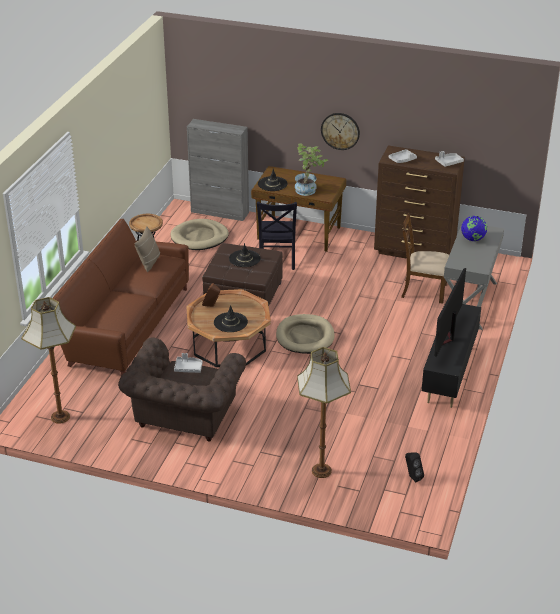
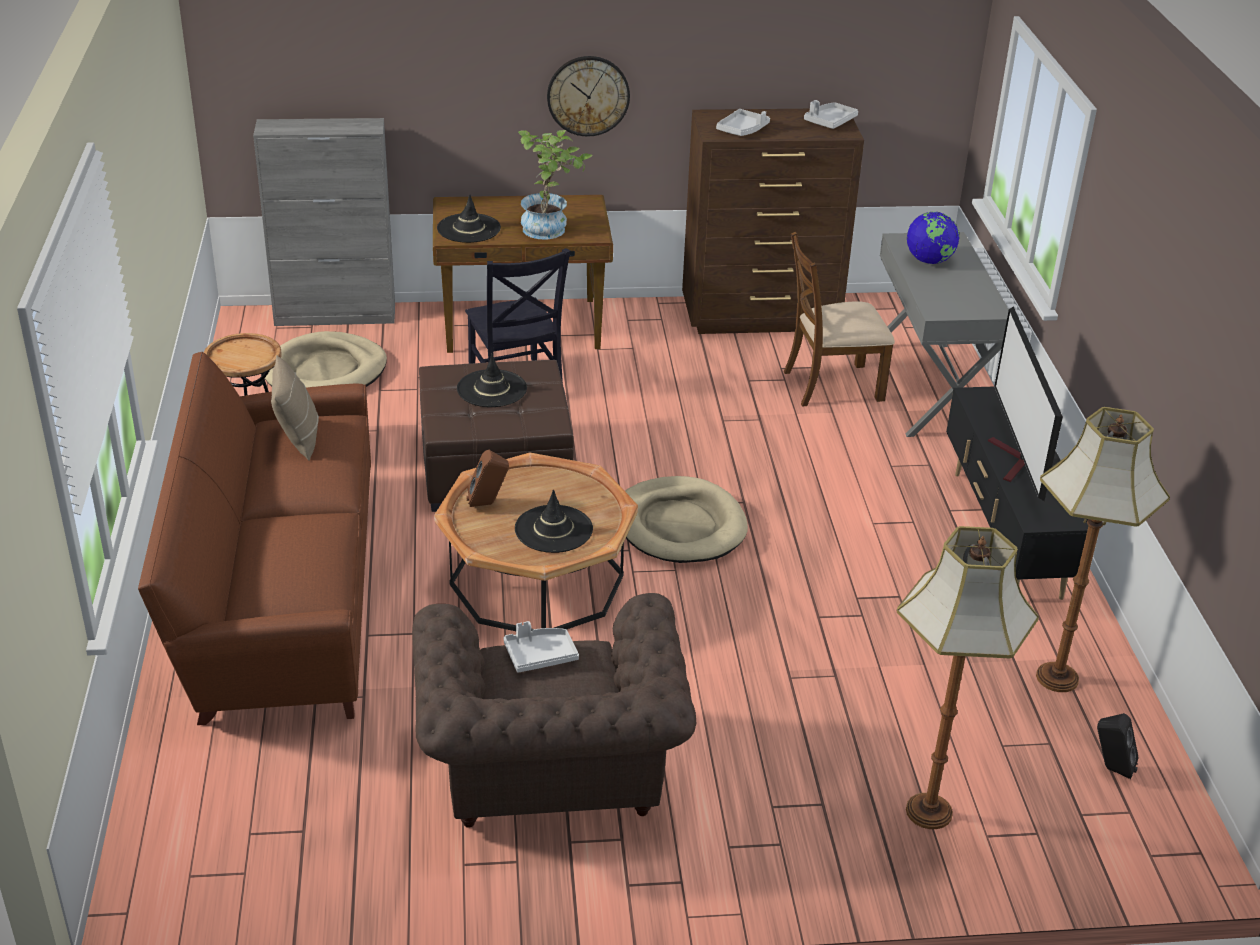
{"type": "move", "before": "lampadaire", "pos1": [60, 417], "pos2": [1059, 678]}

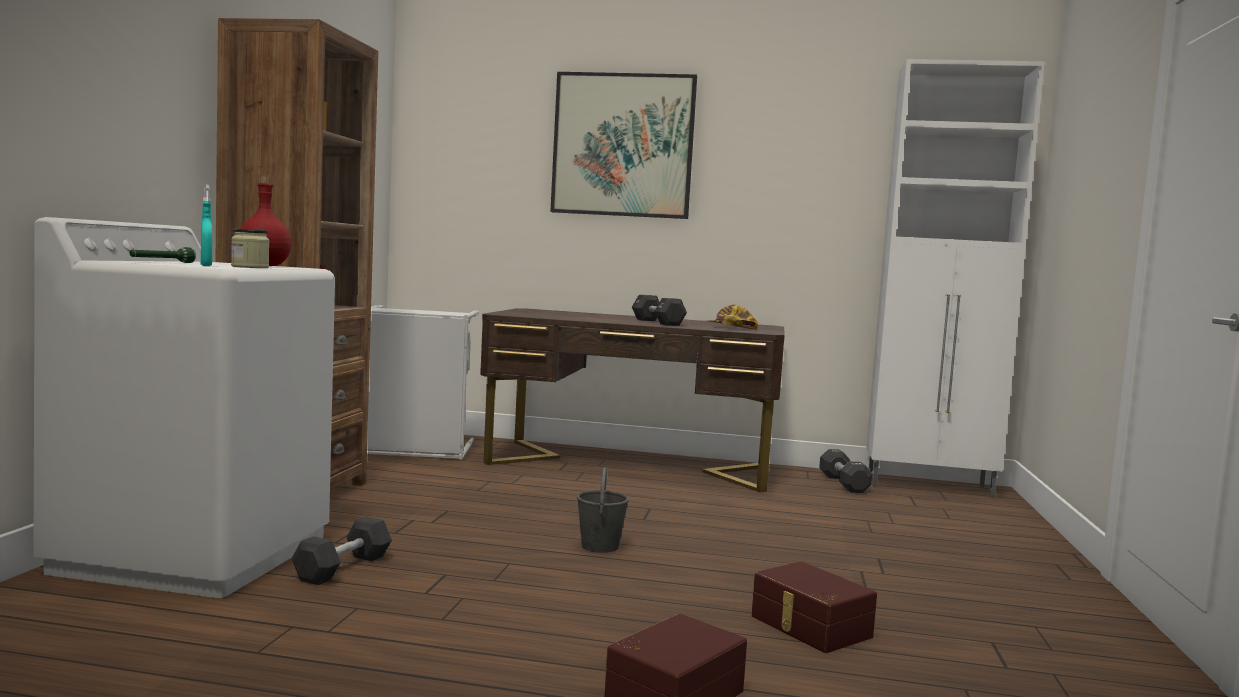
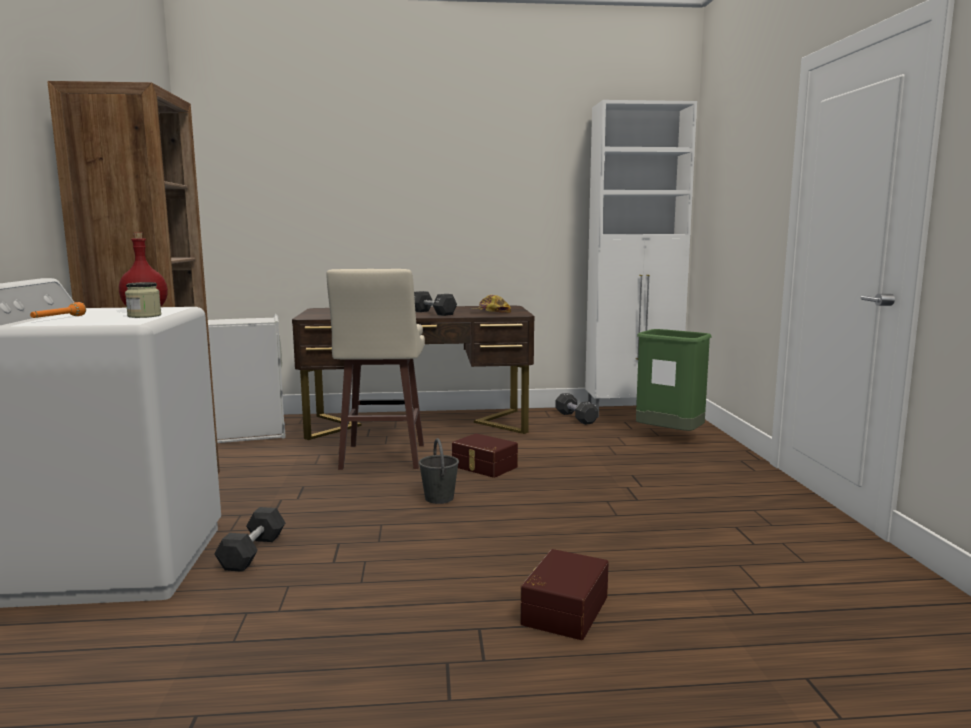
{"type": "delete", "before": "vaporisateur/turquoise", "pos1": [206, 266]}
{"type": "delete", "before": "tableau", "pos1": [623, 145]}
{"type": "insert", "after": "tabouret/beige", "pos2": [381, 458]}
{"type": "insert", "after": "poubelle/vert", "pos2": [669, 437]}
{"type": "move", "before": "boîte de rangement/marron", "pos1": [809, 627], "pos2": [483, 467]}
{"type": "recolor", "before": "lampe de poche/vert", "after": "lampe de poche/orange", "pos1": [162, 262], "pos2": [58, 318]}

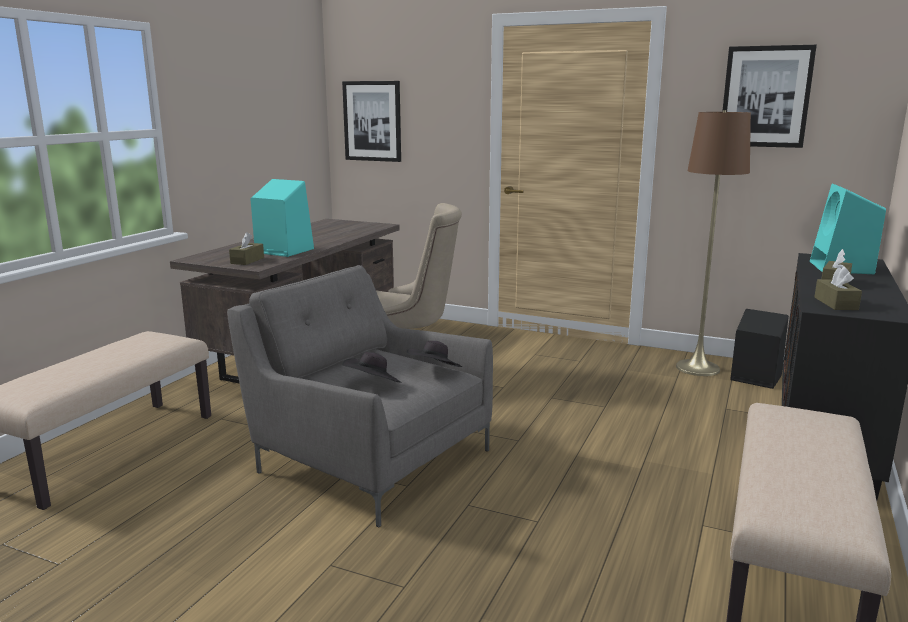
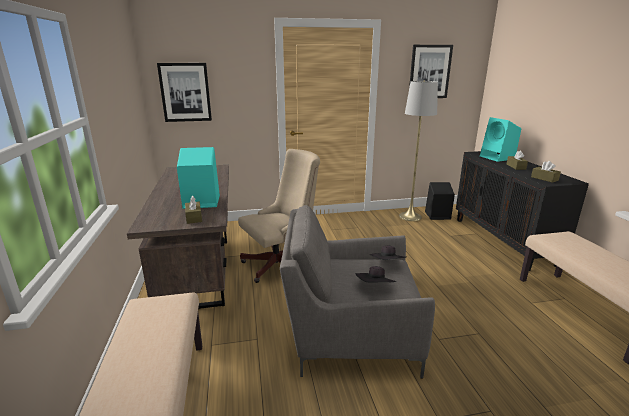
{"type": "recolor", "before": "lampadaire/marron", "after": "lampadaire/gris", "pos1": [697, 368], "pos2": [410, 216]}

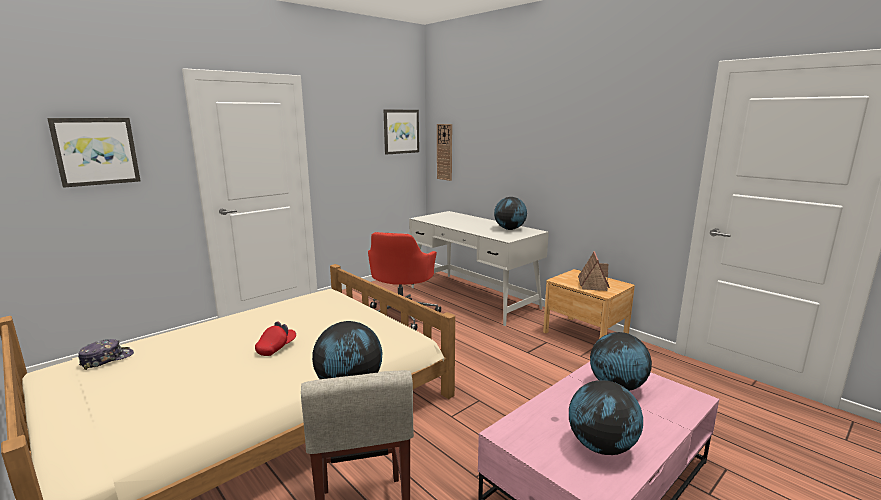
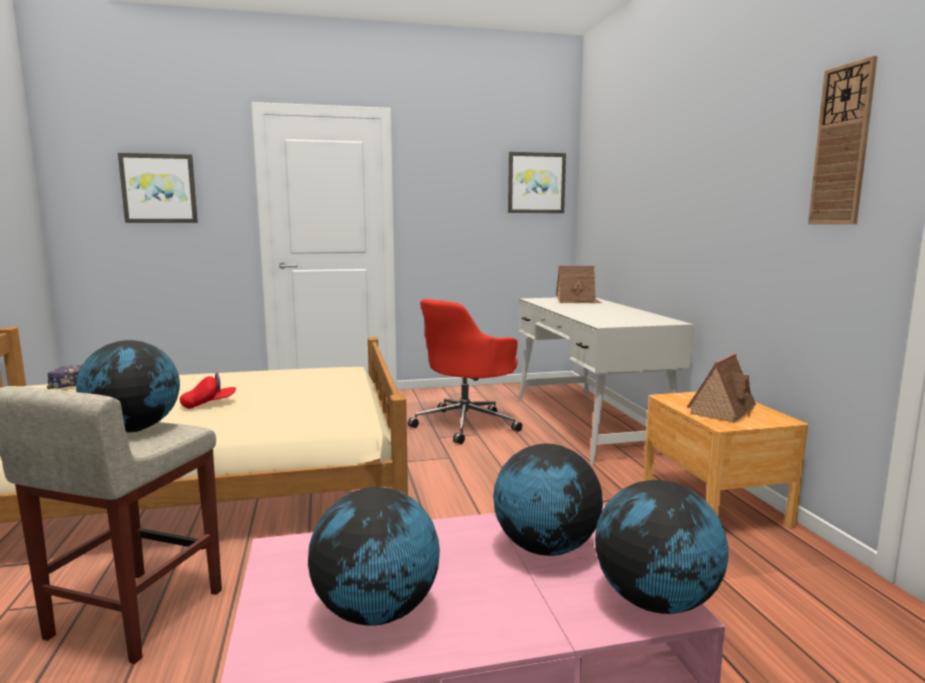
{"type": "insert", "after": "maison miniature", "pos2": [577, 301]}
{"type": "move", "before": "horloge murale", "pos1": [444, 152], "pos2": [842, 145]}
{"type": "move", "before": "globe", "pos1": [510, 229], "pos2": [656, 602]}

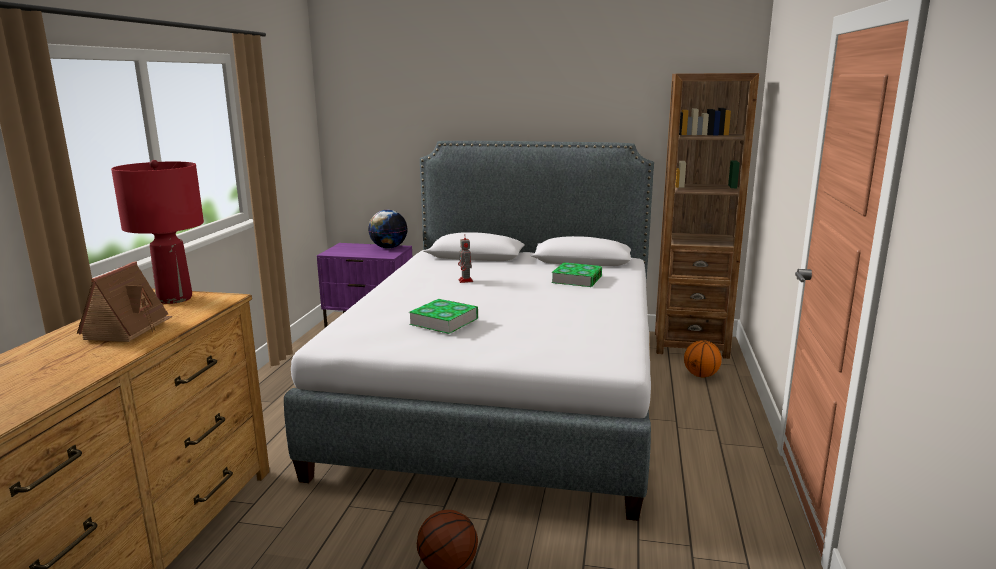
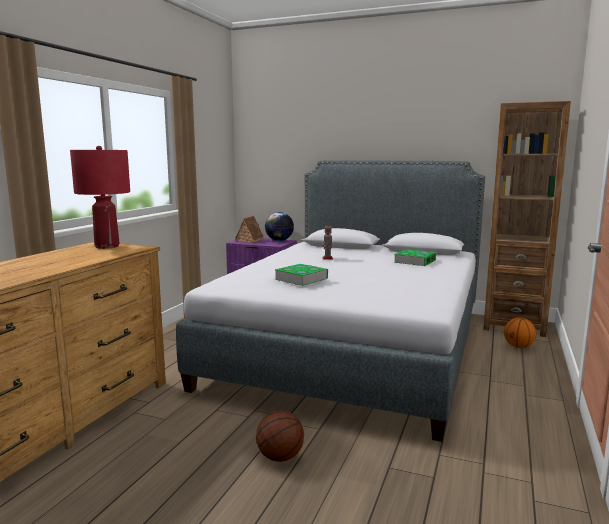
{"type": "move", "before": "maison miniature", "pos1": [128, 328], "pos2": [250, 240]}

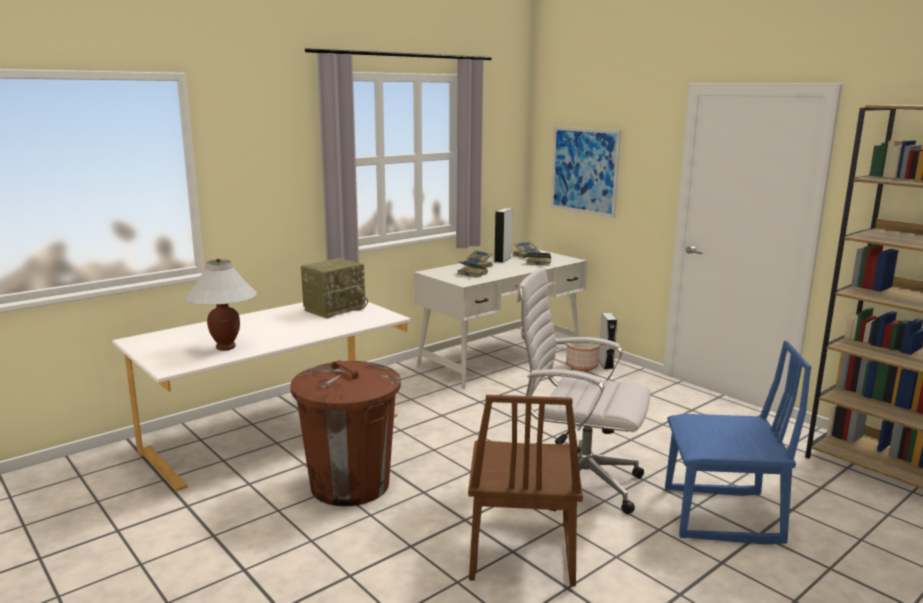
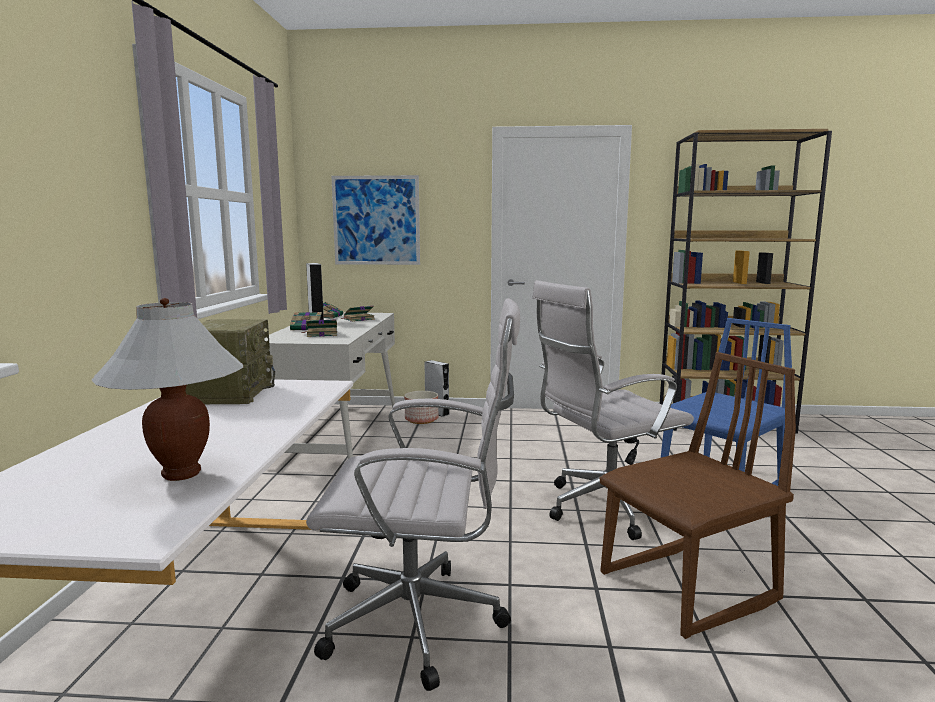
{"type": "replace", "before": "poubelle/marron", "after": "chaise de bureau/blanc", "pos1": [350, 485], "pos2": [422, 623]}
{"type": "rotate", "before": "chaise/marron", "pos1": [520, 551], "pos2": [689, 588], "turn": -75}

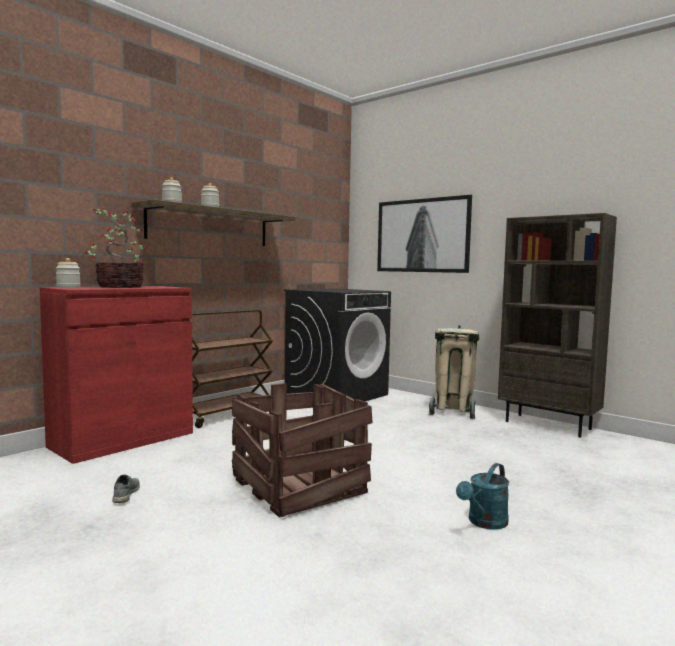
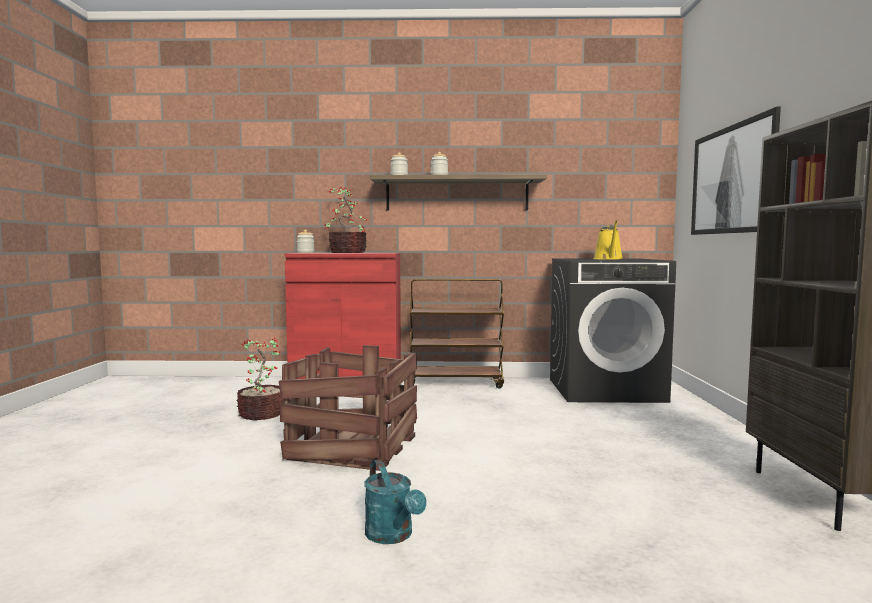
{"type": "delete", "before": "poubelle/beige", "pos1": [453, 411]}
{"type": "insert", "after": "arrosoir/jaune", "pos2": [608, 259]}
{"type": "replace", "before": "chaussure/gris", "after": "plante en pot", "pos1": [125, 495], "pos2": [261, 414]}
{"type": "rotate", "before": "arrosoir/turquoise", "pos1": [484, 523], "pos2": [393, 536], "turn": -120}

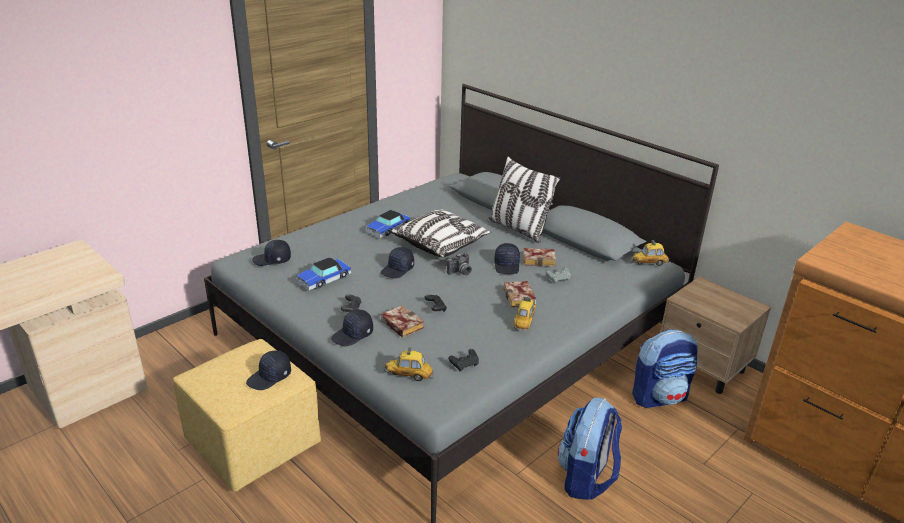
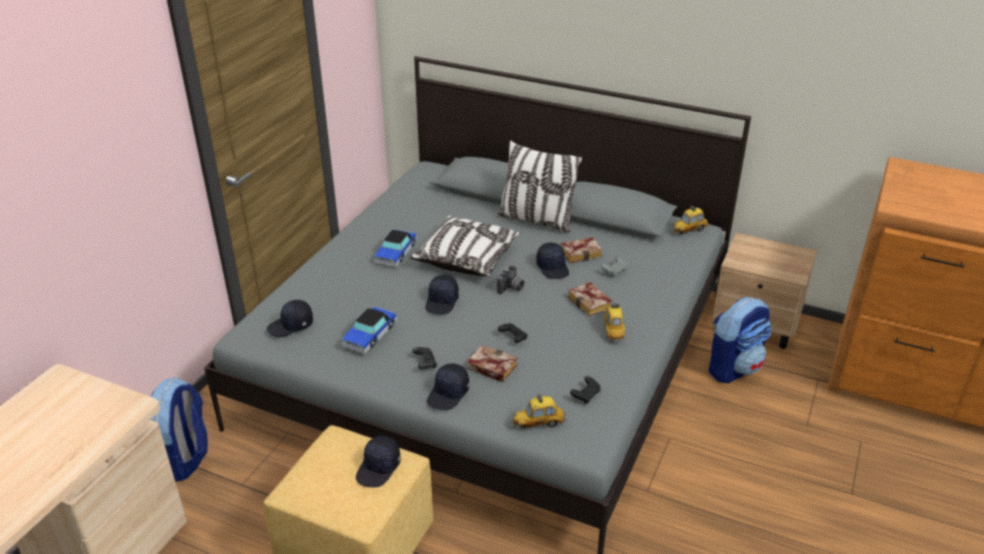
{"type": "move", "before": "sac à dos", "pos1": [586, 478], "pos2": [184, 459]}

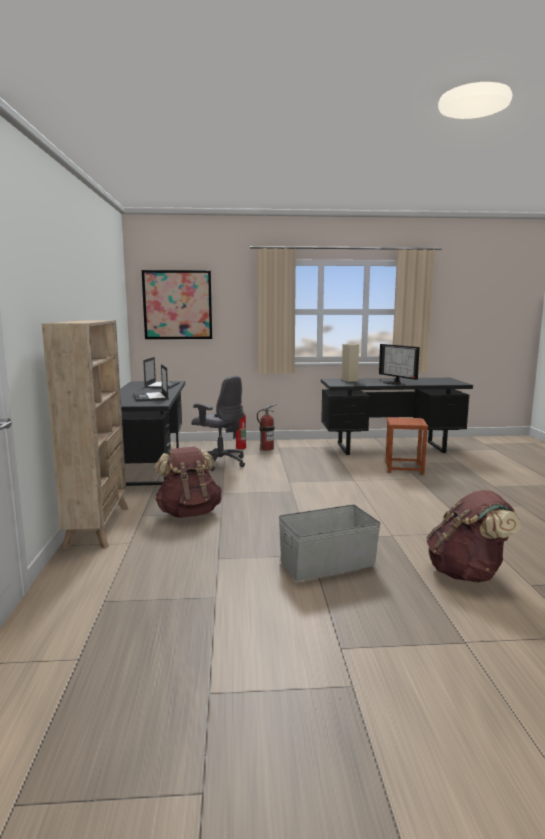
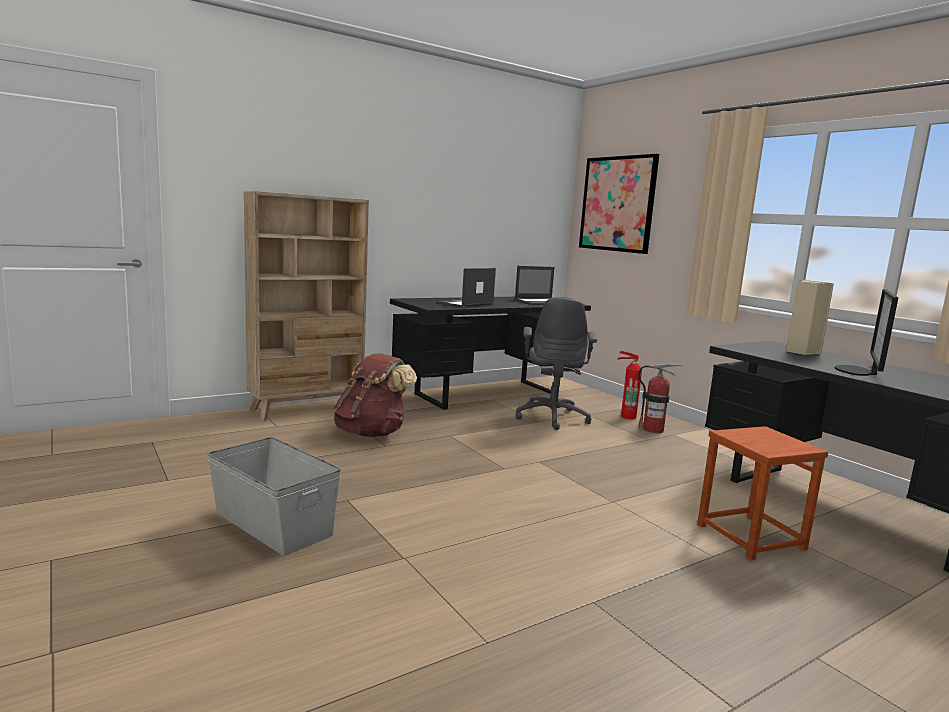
{"type": "delete", "before": "sac à dos/marron", "pos1": [467, 574]}

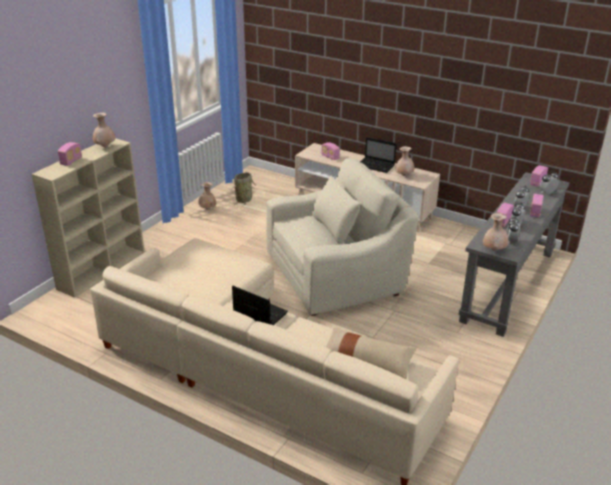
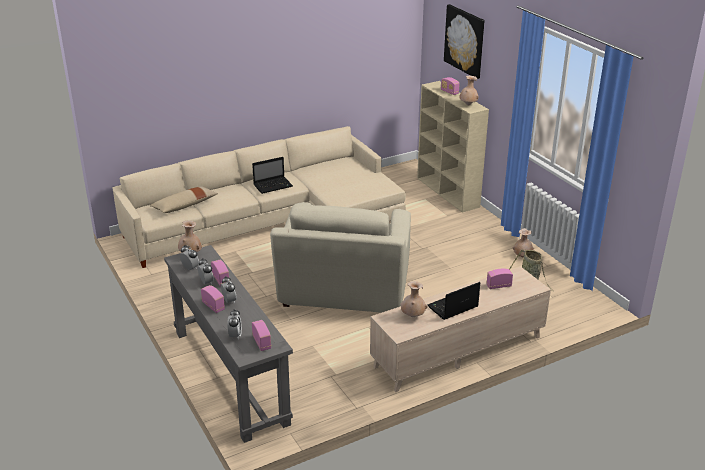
{"type": "insert", "after": "tableau", "pos2": [465, 41]}

